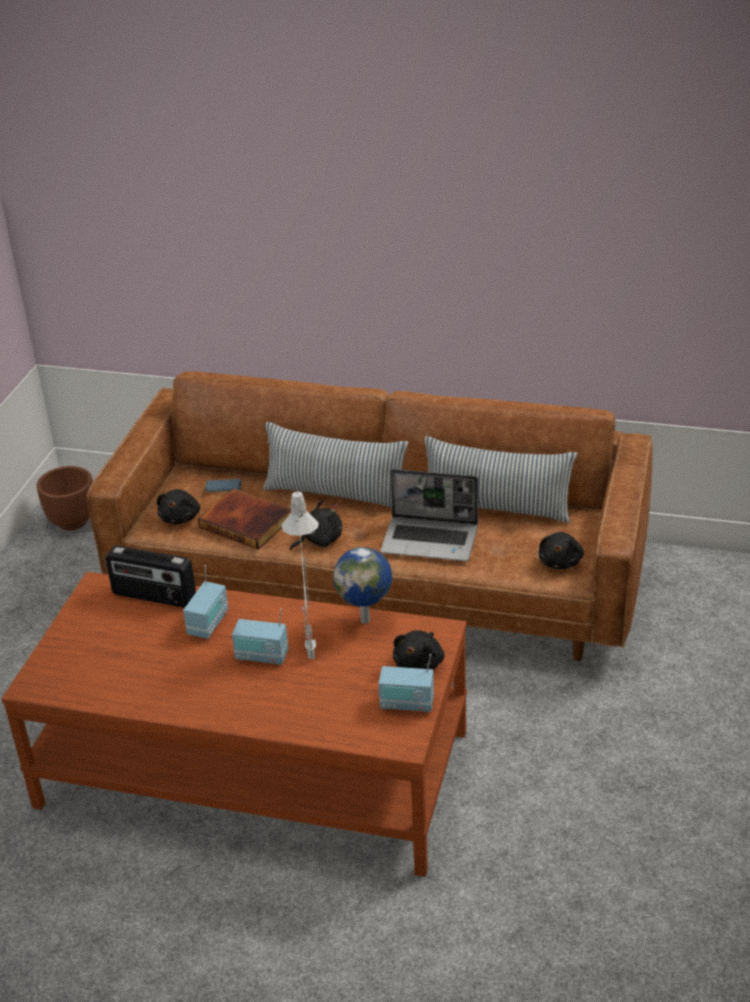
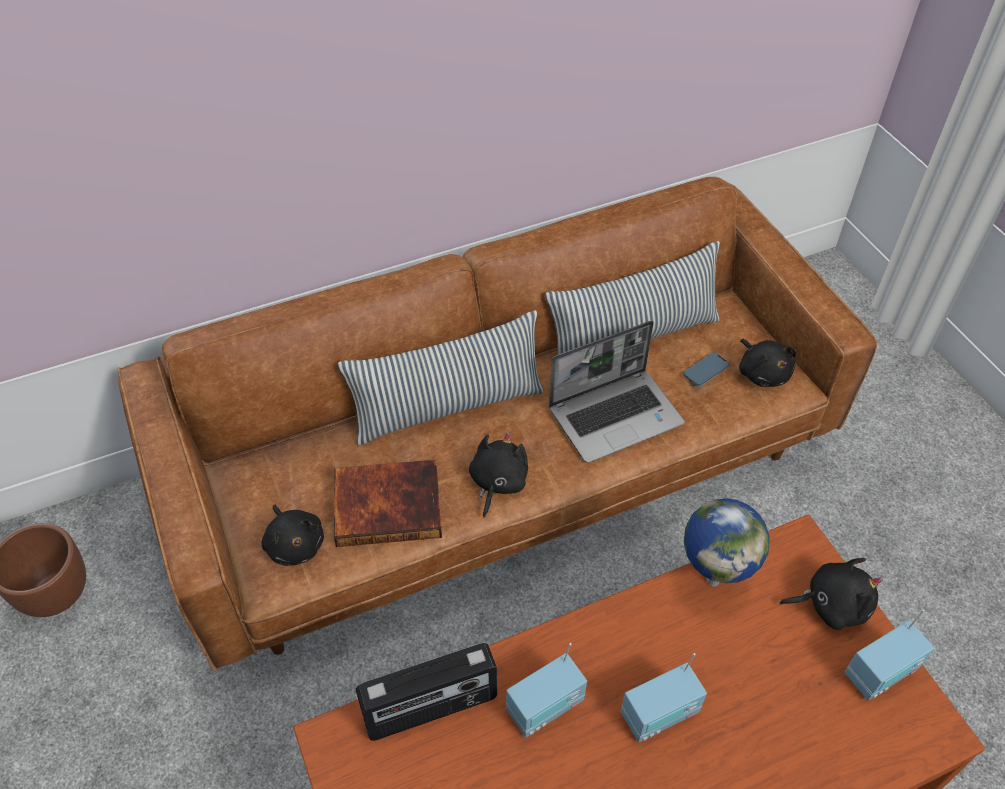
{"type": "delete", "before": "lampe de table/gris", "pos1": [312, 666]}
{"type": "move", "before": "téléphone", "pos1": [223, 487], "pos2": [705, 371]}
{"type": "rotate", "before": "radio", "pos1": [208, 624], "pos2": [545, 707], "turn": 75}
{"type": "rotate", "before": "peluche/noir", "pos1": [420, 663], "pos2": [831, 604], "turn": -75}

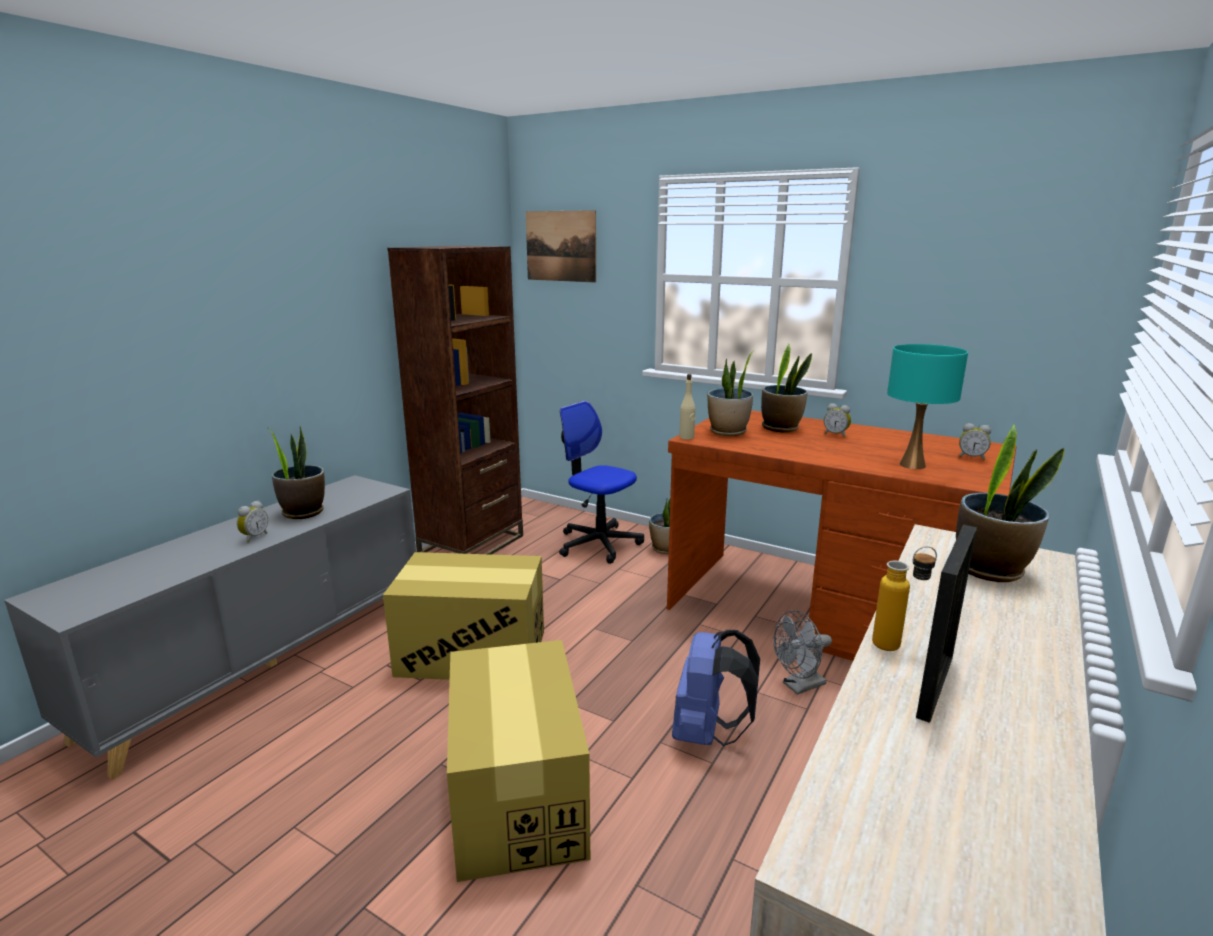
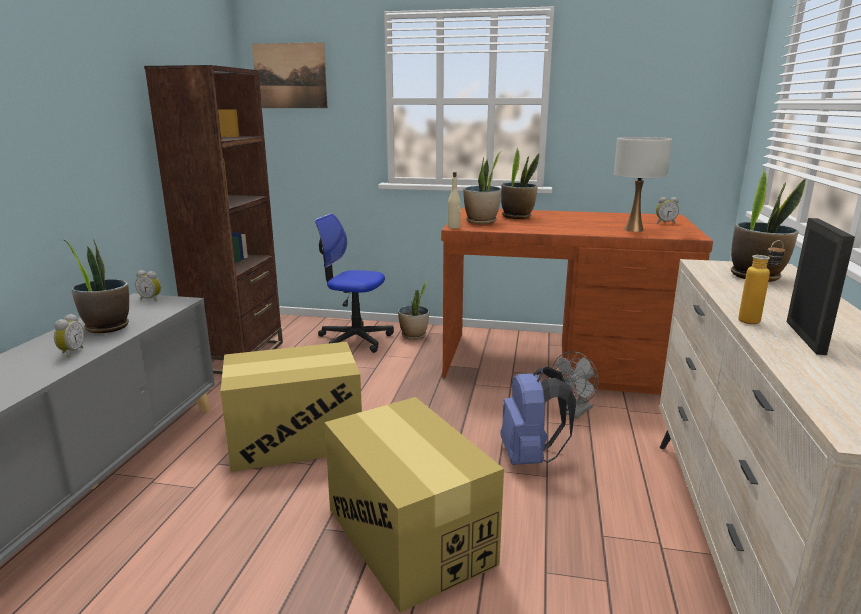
{"type": "move", "before": "réveil", "pos1": [836, 435], "pos2": [151, 299]}
{"type": "recolor", "before": "lampe de table/turquoise", "after": "lampe de table/blanc", "pos1": [913, 465], "pos2": [634, 230]}

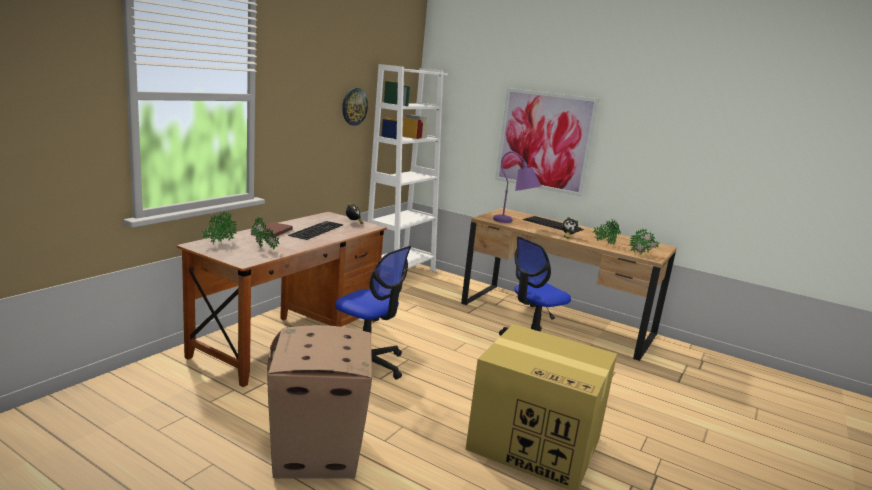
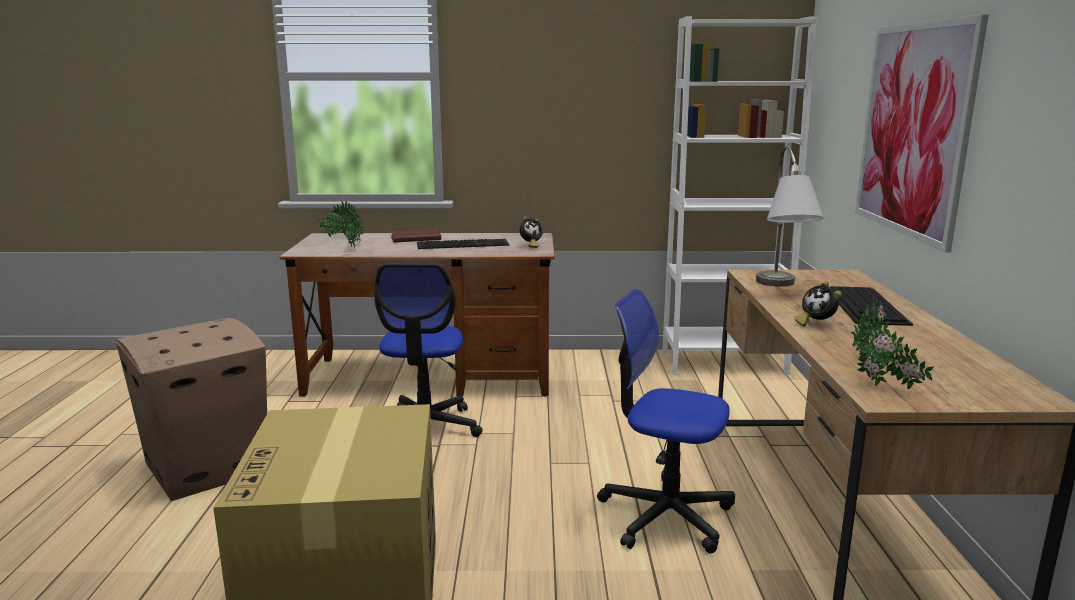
{"type": "delete", "before": "horloge murale", "pos1": [354, 106]}
{"type": "recolor", "before": "lampe de table/violet", "after": "lampe de table/gris", "pos1": [514, 223], "pos2": [781, 288]}

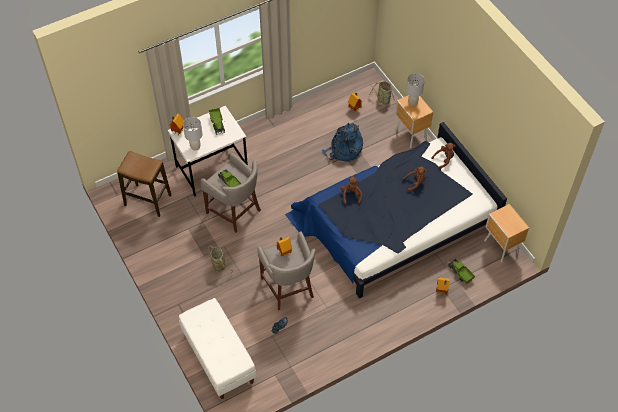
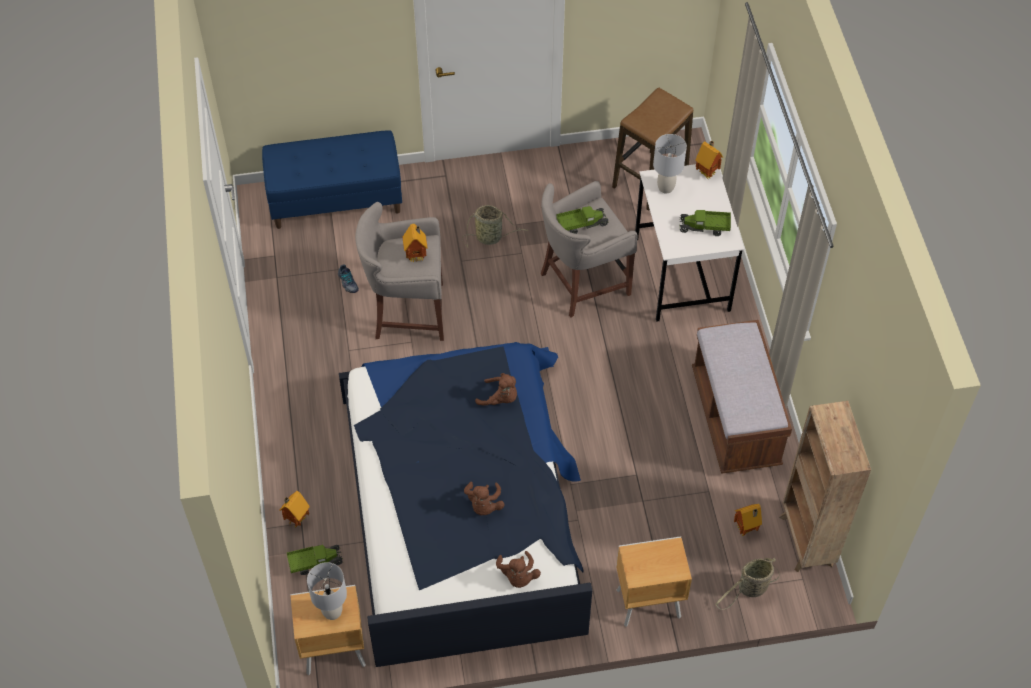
{"type": "delete", "before": "sac à dos/bleu", "pos1": [344, 150]}
{"type": "insert", "after": "banc/marron", "pos2": [735, 418]}
{"type": "insert", "after": "bibliothèque/marron", "pos2": [806, 542]}
{"type": "move", "before": "lampe de table/gris", "pos1": [412, 103], "pos2": [332, 611]}
{"type": "recolor", "before": "banc/blanc", "after": "banc/bleu", "pos1": [218, 357], "pos2": [336, 199]}

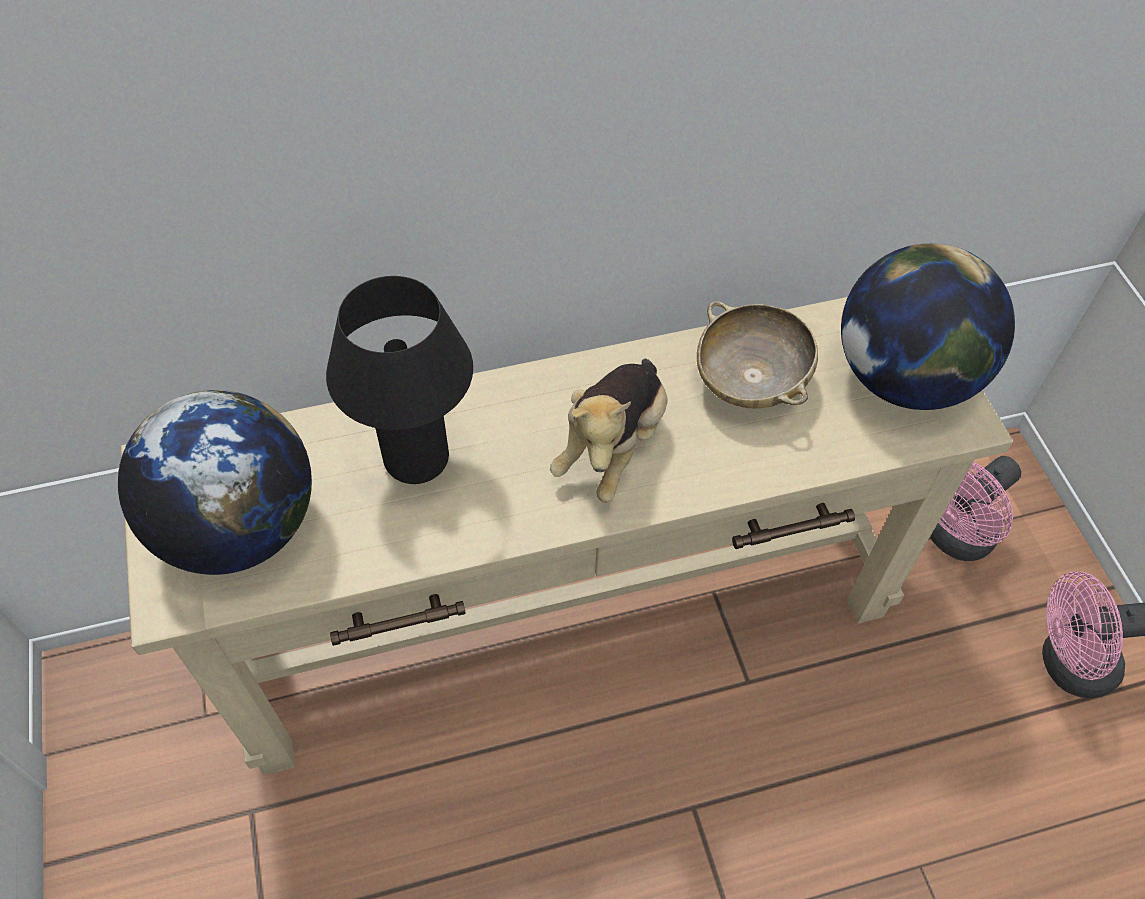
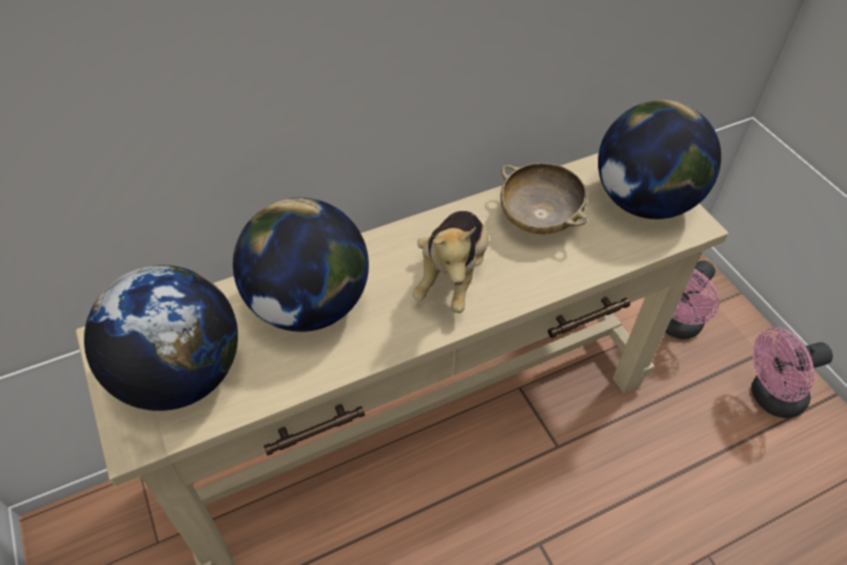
{"type": "replace", "before": "lampe de table/noir", "after": "globe", "pos1": [416, 459], "pos2": [309, 305]}

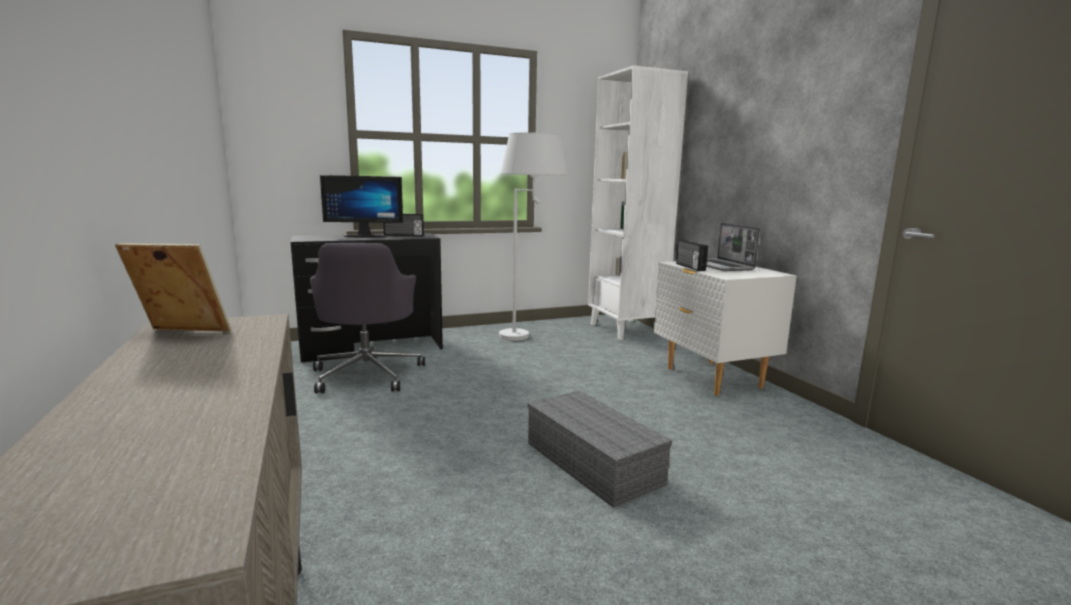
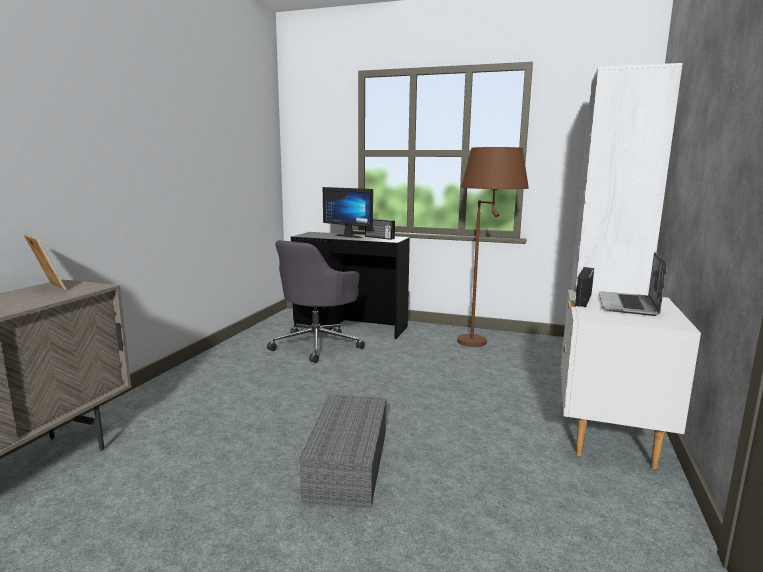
{"type": "recolor", "before": "lampadaire/blanc", "after": "lampadaire/marron", "pos1": [530, 337], "pos2": [484, 346]}

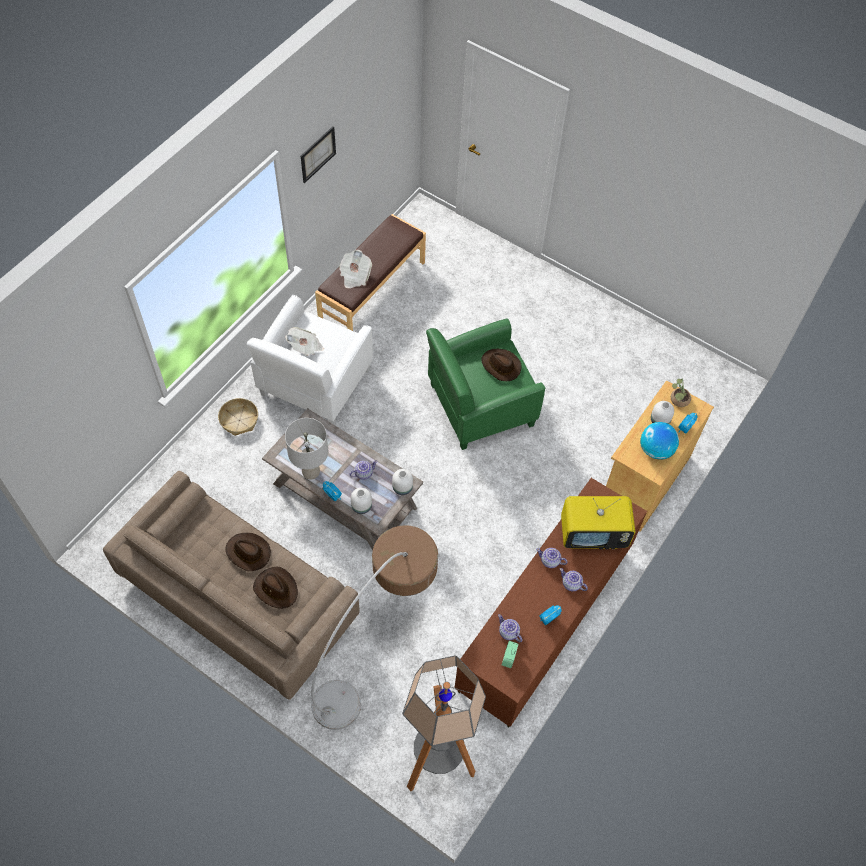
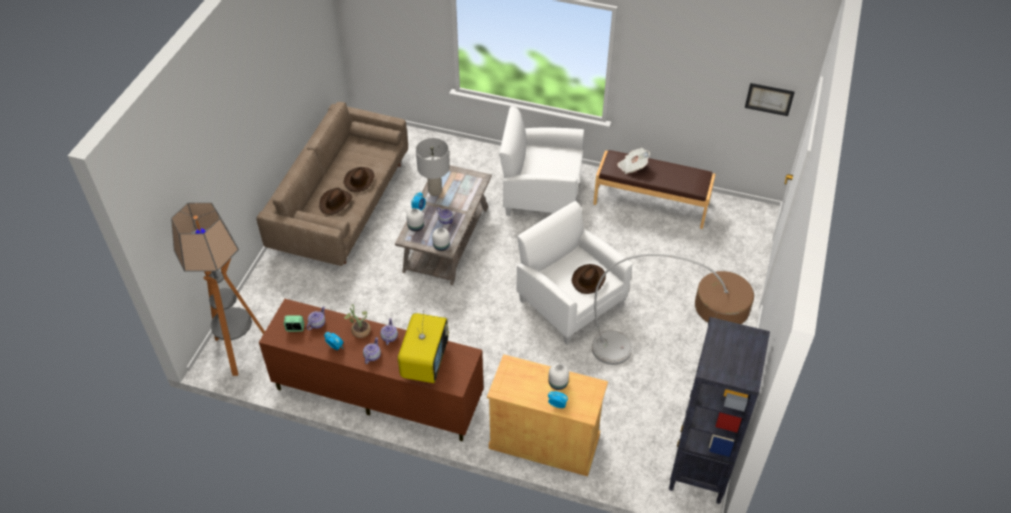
{"type": "delete", "before": "panier", "pos1": [239, 420]}
{"type": "delete", "before": "journal", "pos1": [305, 347]}
{"type": "delete", "before": "globe", "pos1": [655, 450]}
{"type": "insert", "after": "bibliothèque/noir", "pos2": [699, 469]}
{"type": "move", "before": "tableau", "pos1": [318, 154], "pos2": [769, 99]}
{"type": "move", "before": "lampadaire", "pos1": [377, 652], "pos2": [666, 362]}
{"type": "move", "before": "plante en pot", "pos1": [678, 401], "pos2": [359, 330]}
{"type": "recolor", "before": "fauteuil/vert", "after": "fauteuil/blanc", "pos1": [480, 405], "pos2": [570, 302]}
{"type": "rotate", "before": "téléviseur", "pos1": [593, 534], "pos2": [425, 362], "turn": -150}

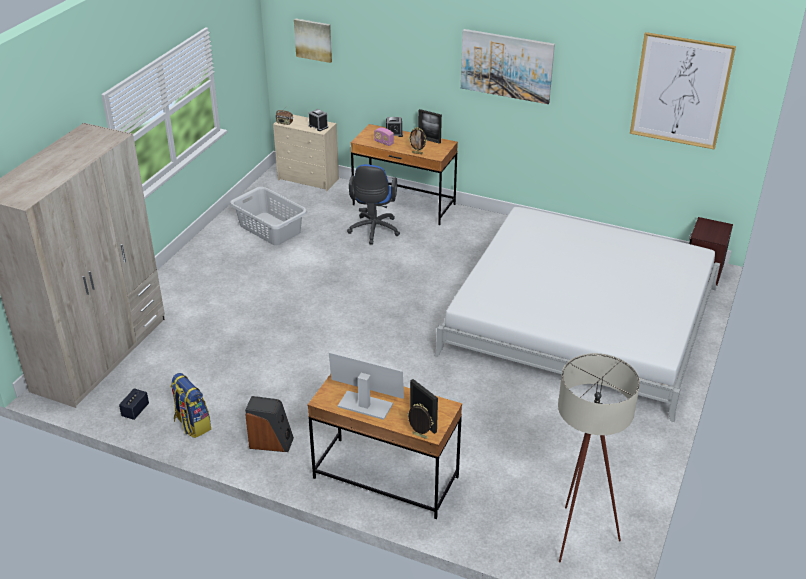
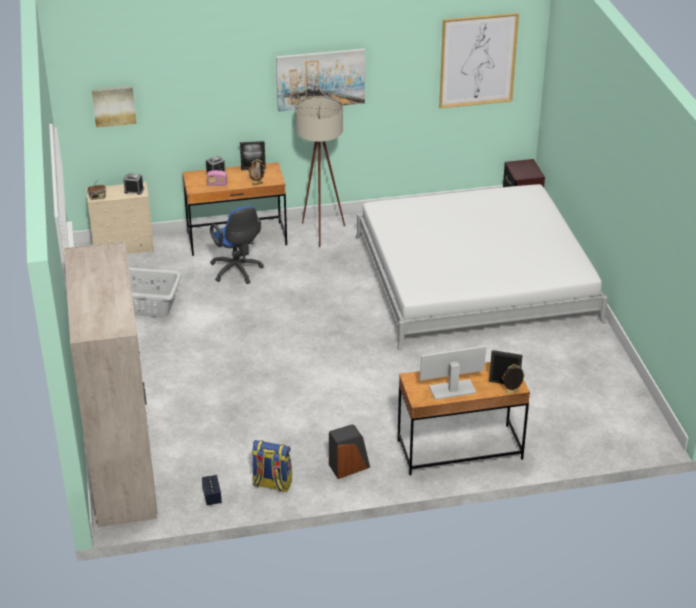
{"type": "move", "before": "lampadaire/beige", "pos1": [576, 541], "pos2": [321, 235]}

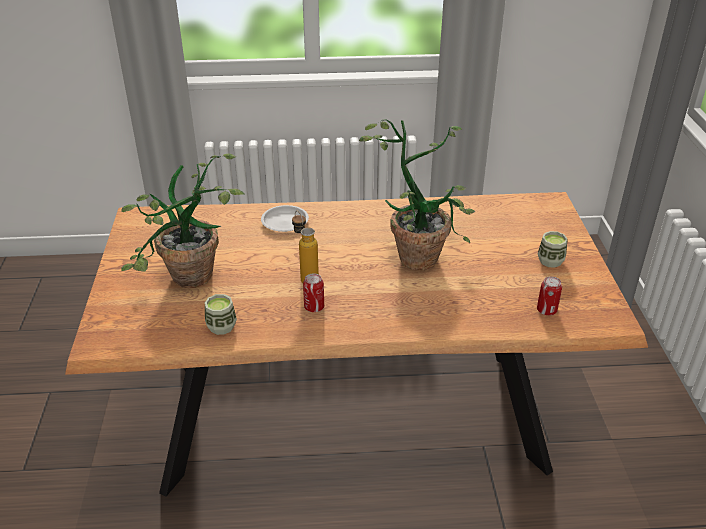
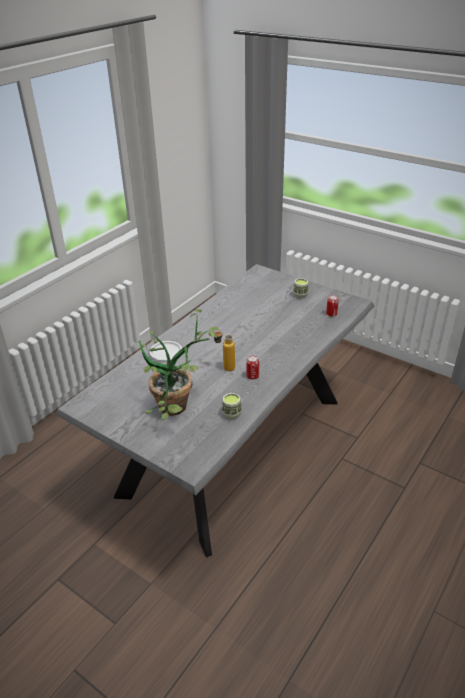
{"type": "delete", "before": "plante en pot", "pos1": [419, 252]}
{"type": "recolor", "before": "table à manger/marron", "after": "table à manger/gris", "pos1": [352, 413], "pos2": [234, 445]}

